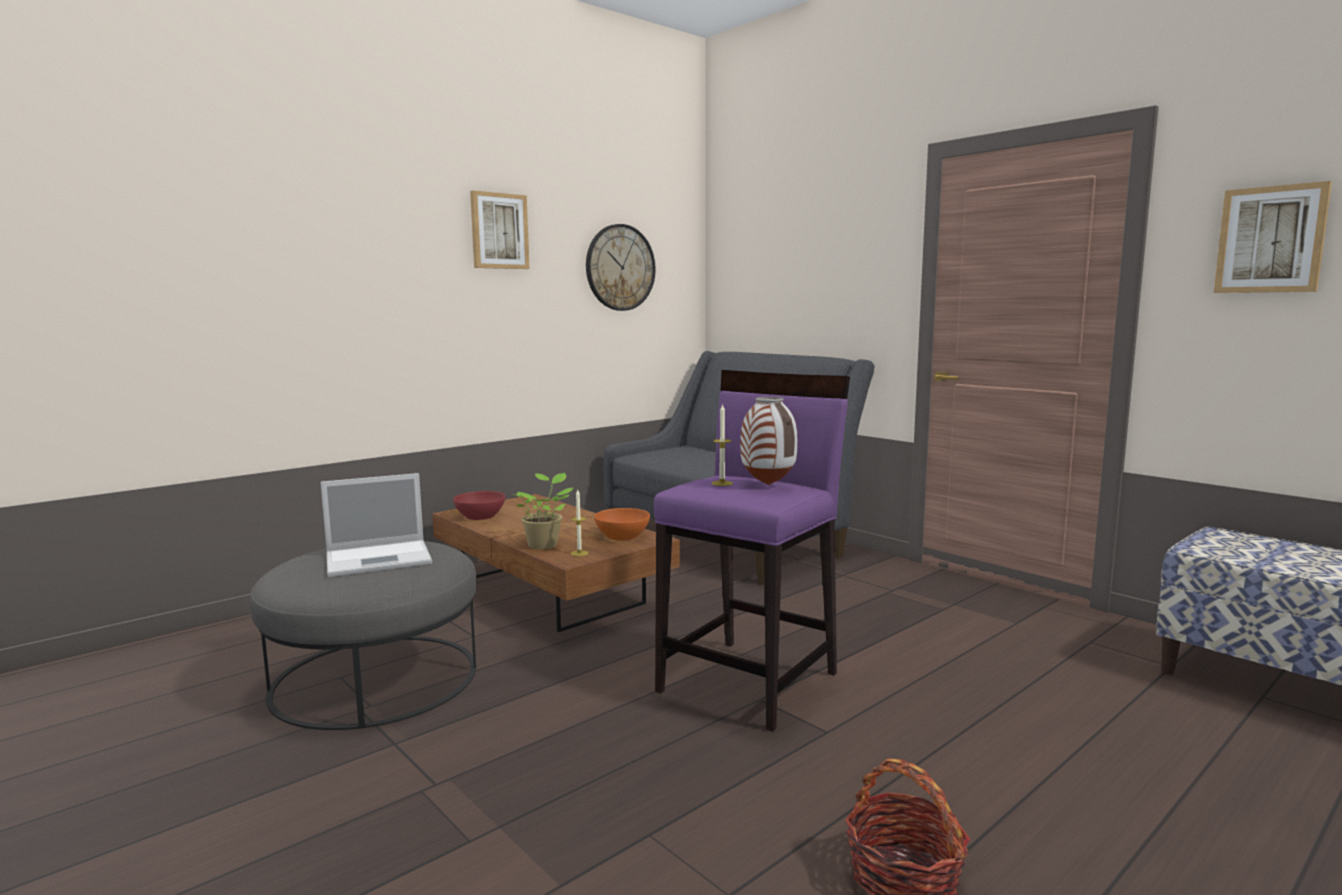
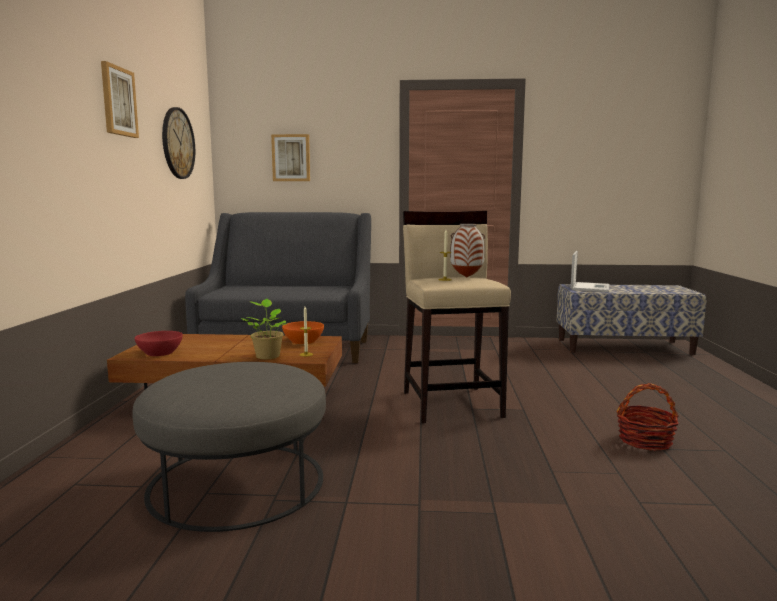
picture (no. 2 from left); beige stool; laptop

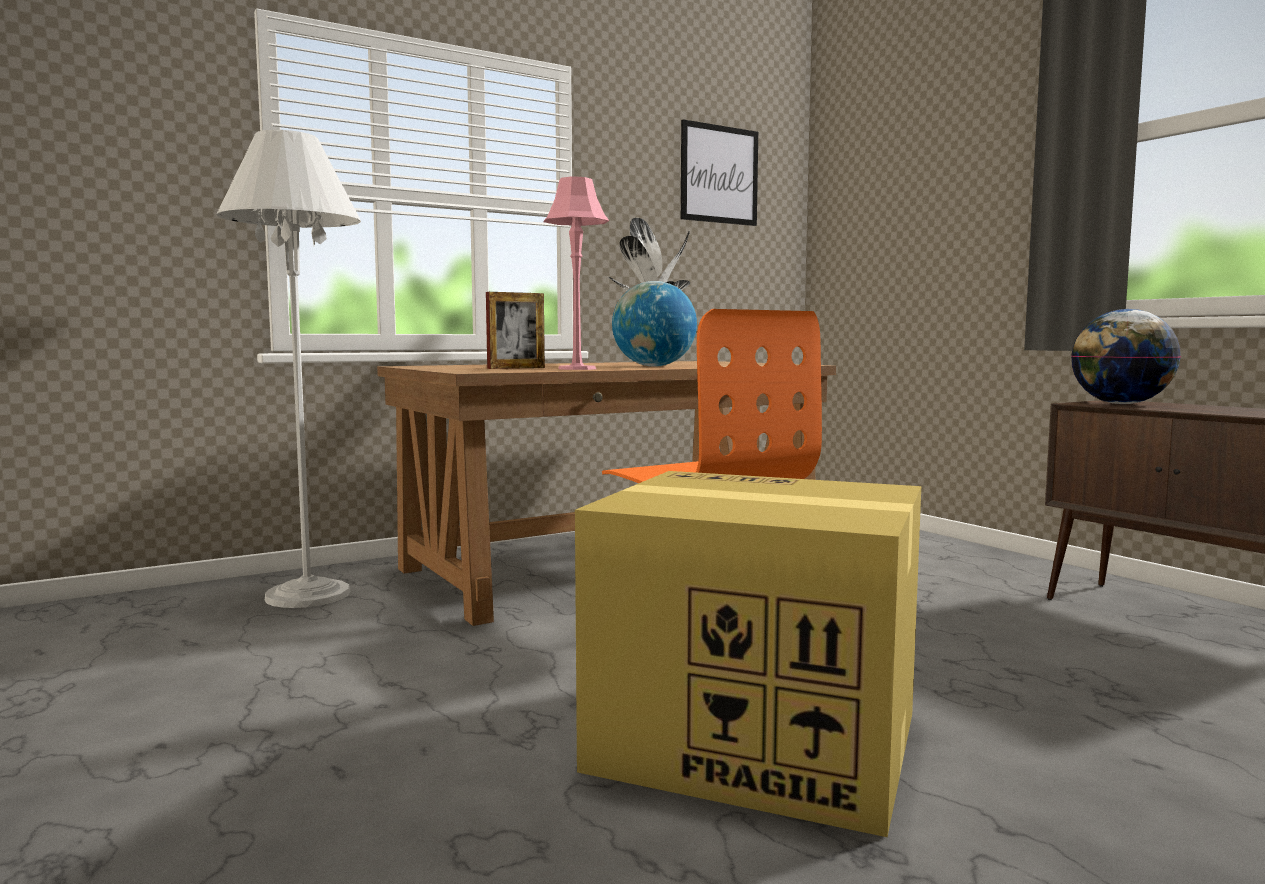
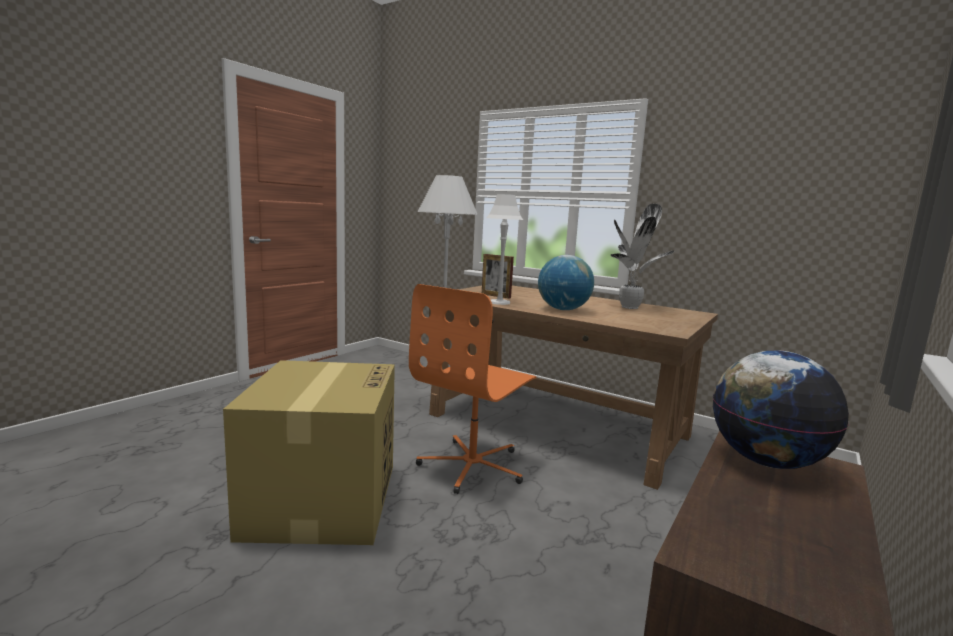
picture; white table lamp

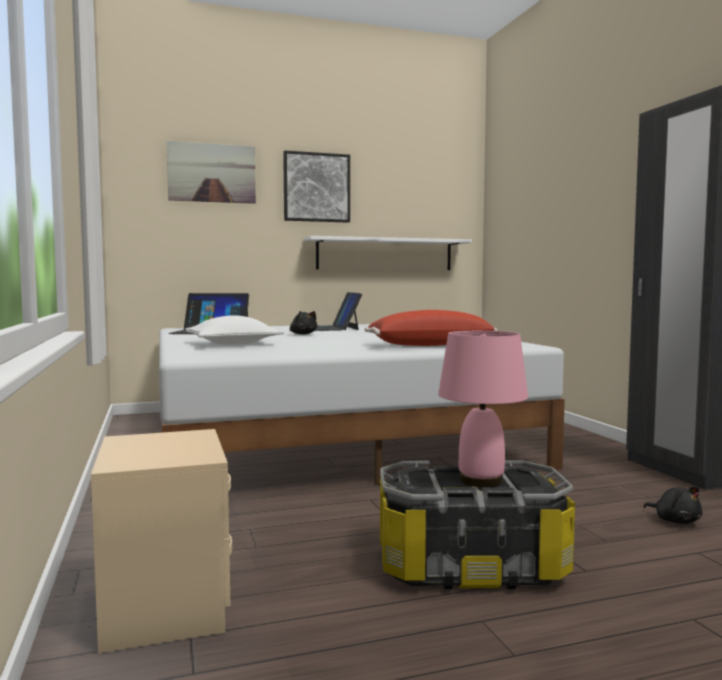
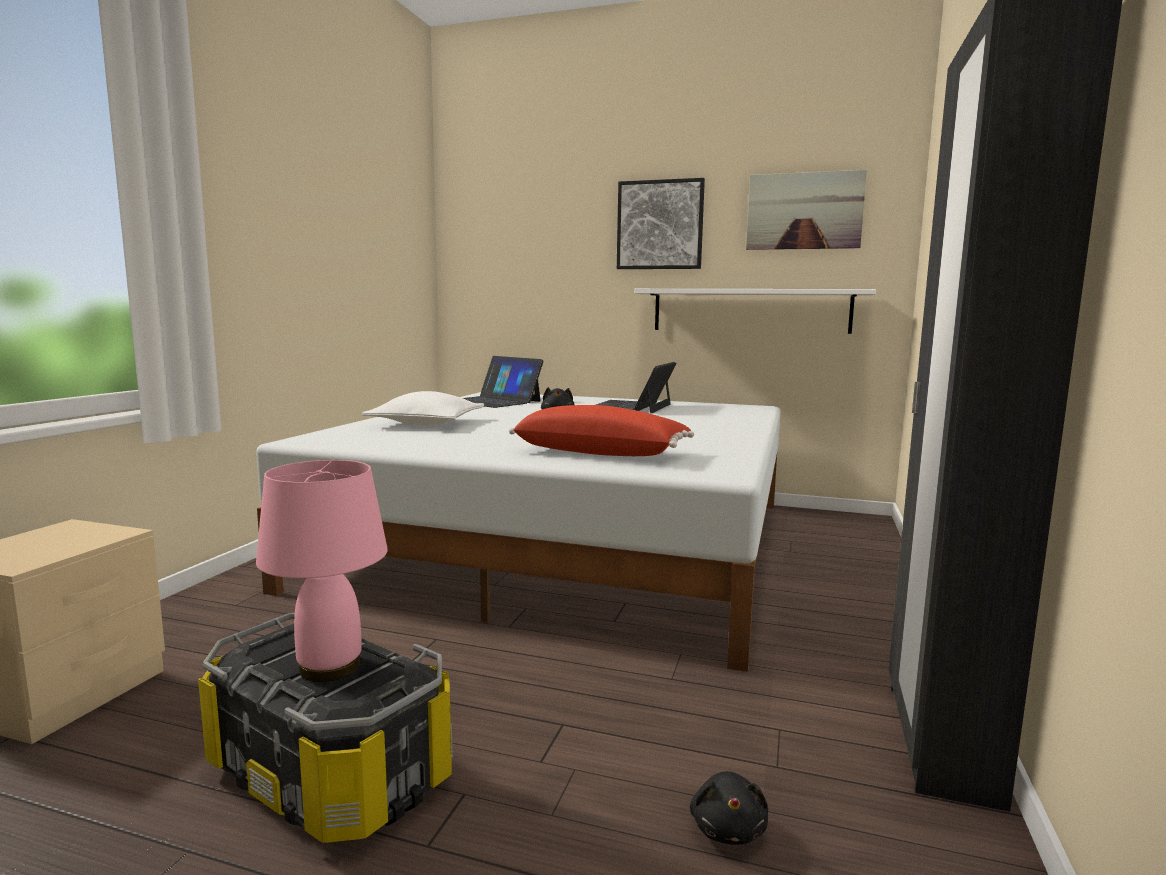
picture (no. 2 from left)

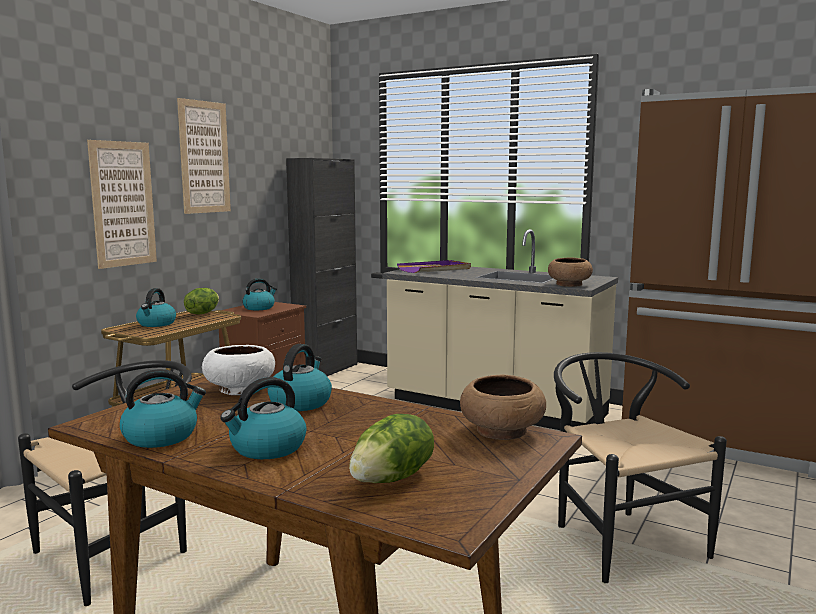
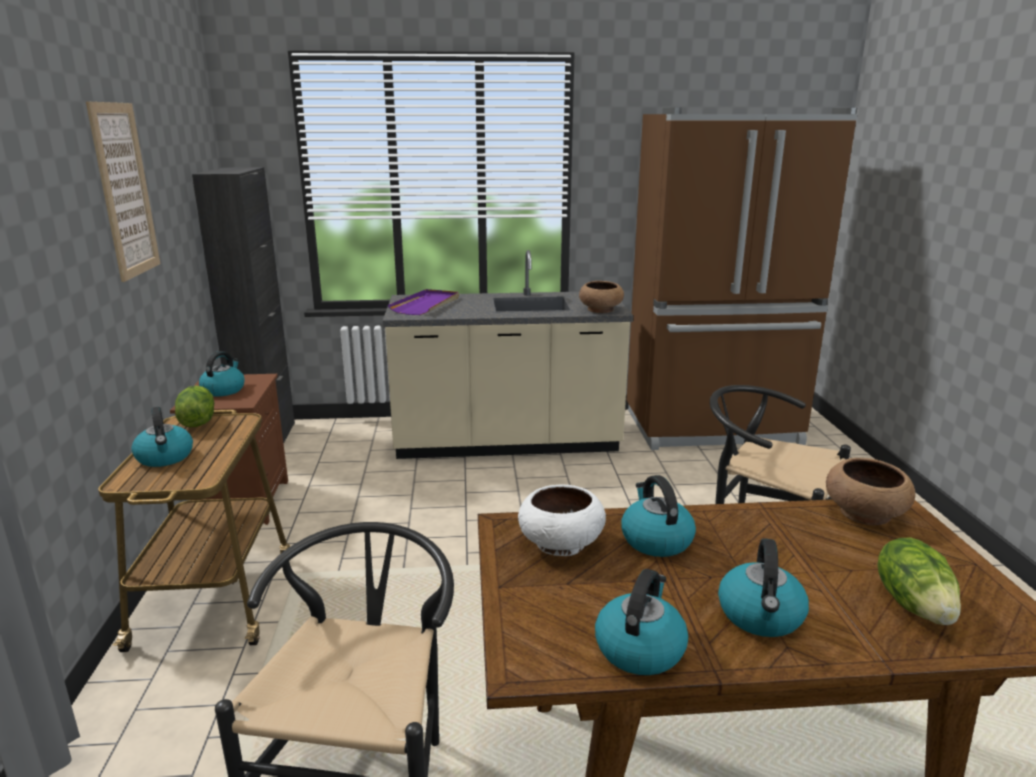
picture (no. 1 from left in the first image)

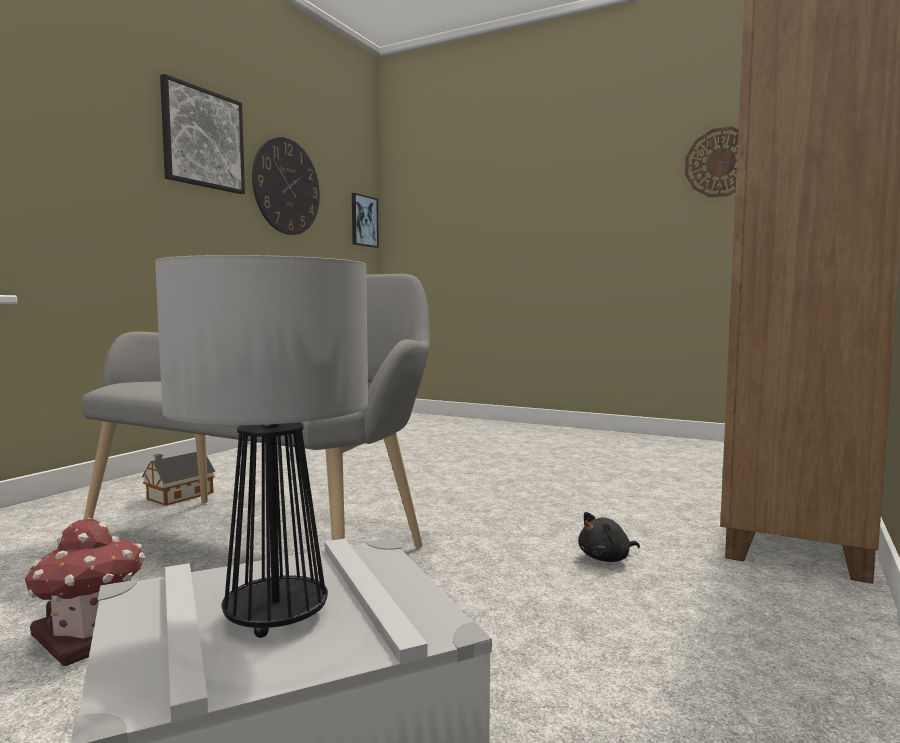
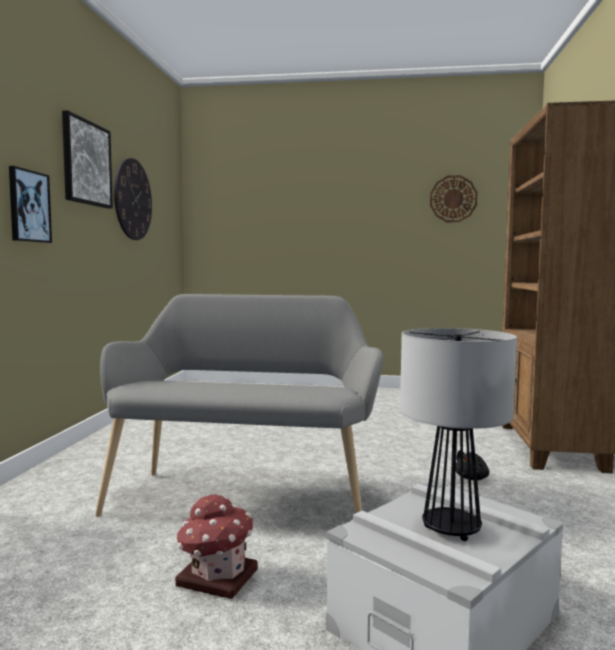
picture (no. 1 from left); toy house (no. 2 from left in the first image)

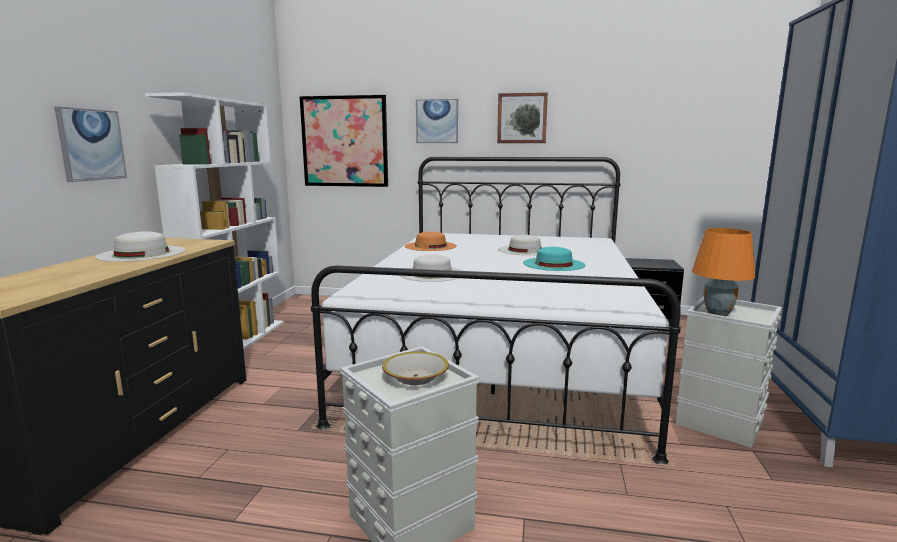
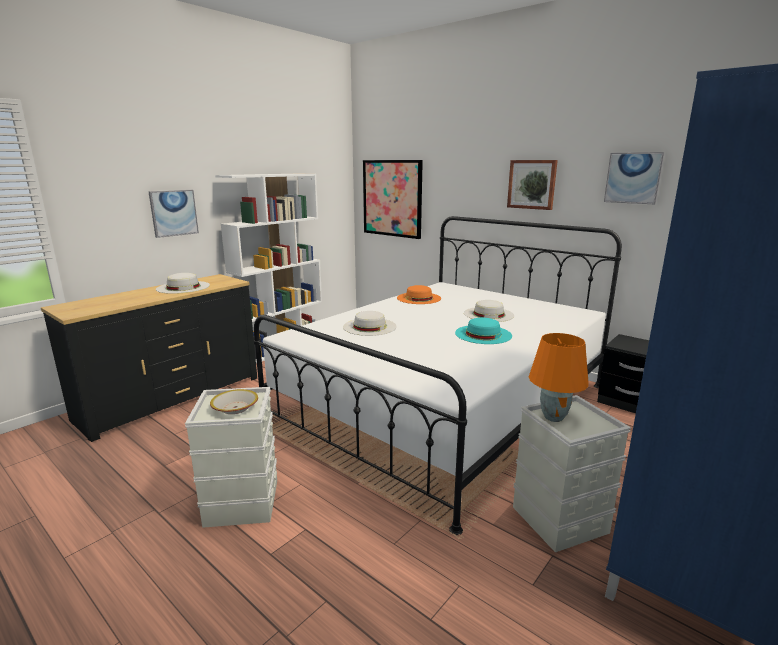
picture (no. 4 from left)

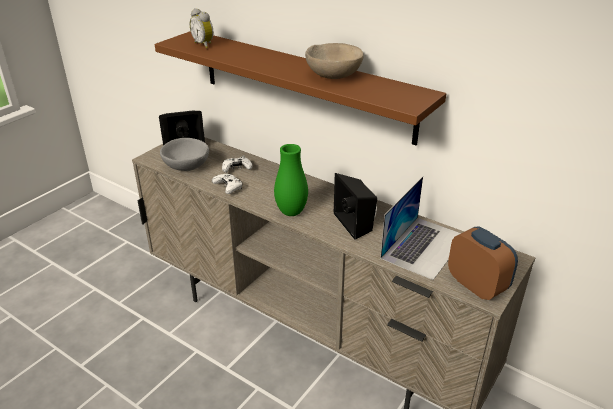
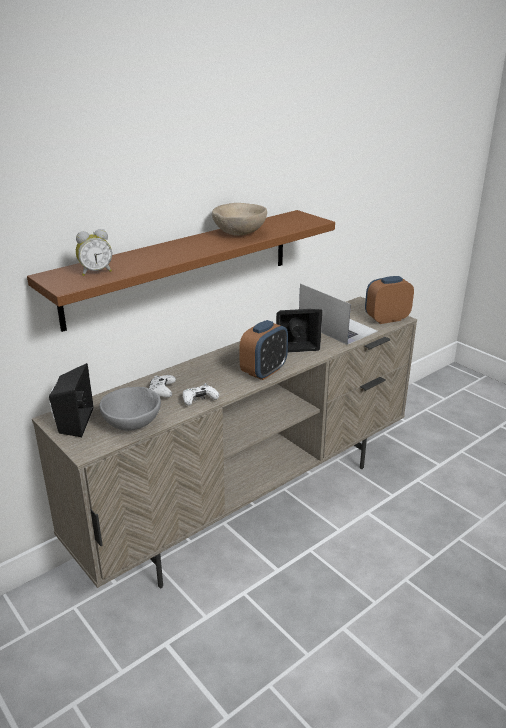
alarm clock (no. 2 from left)

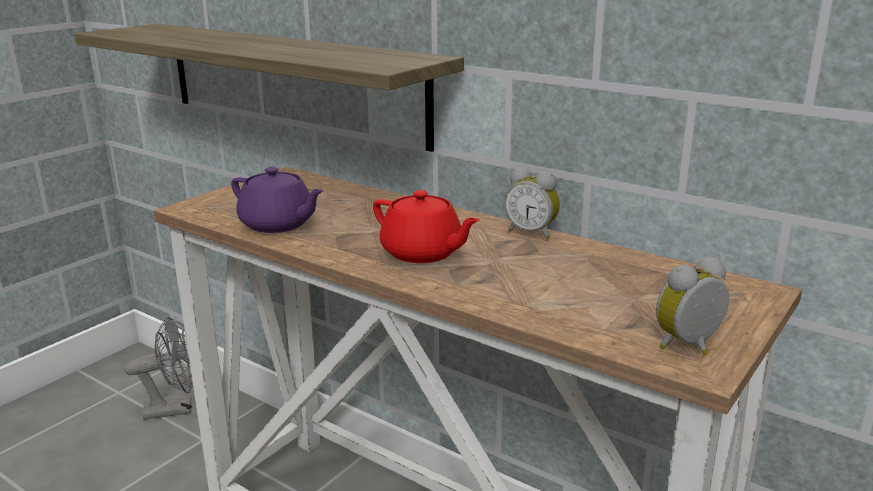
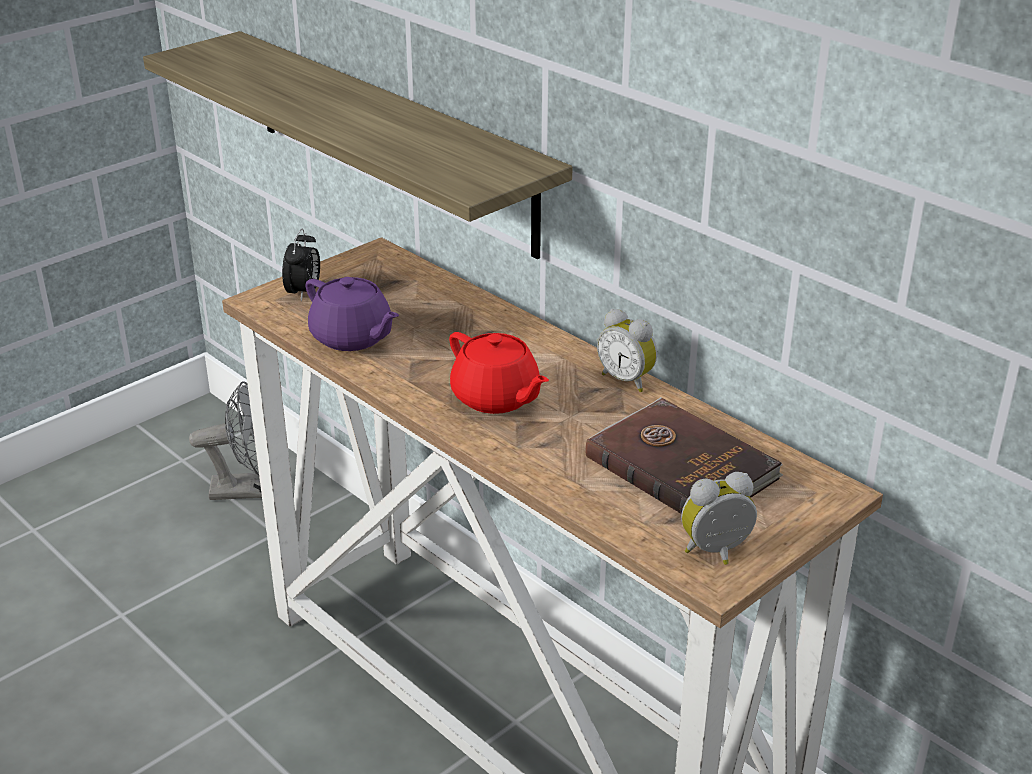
alarm clock (no. 1 from left); brown book

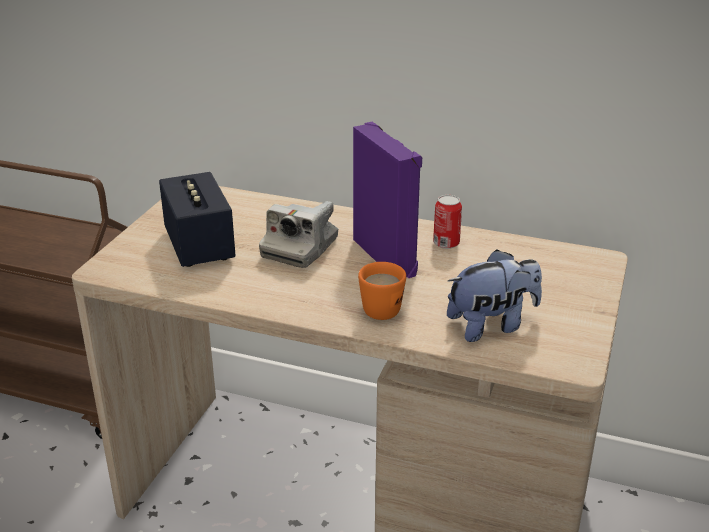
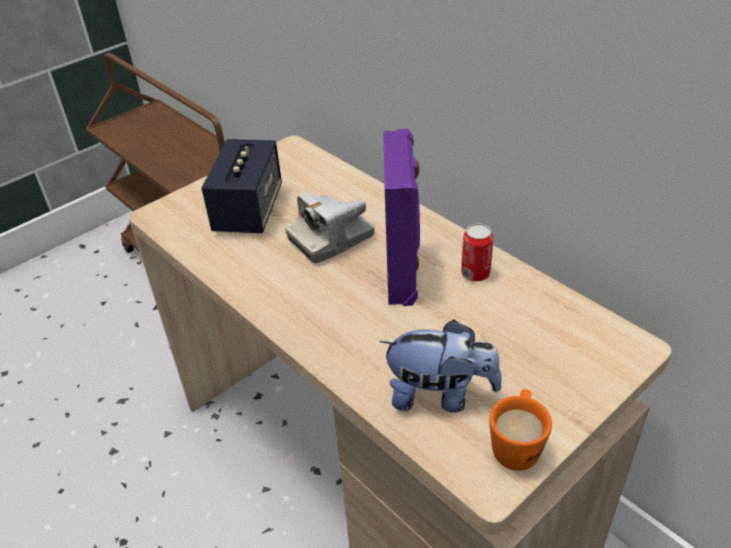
orange mug

